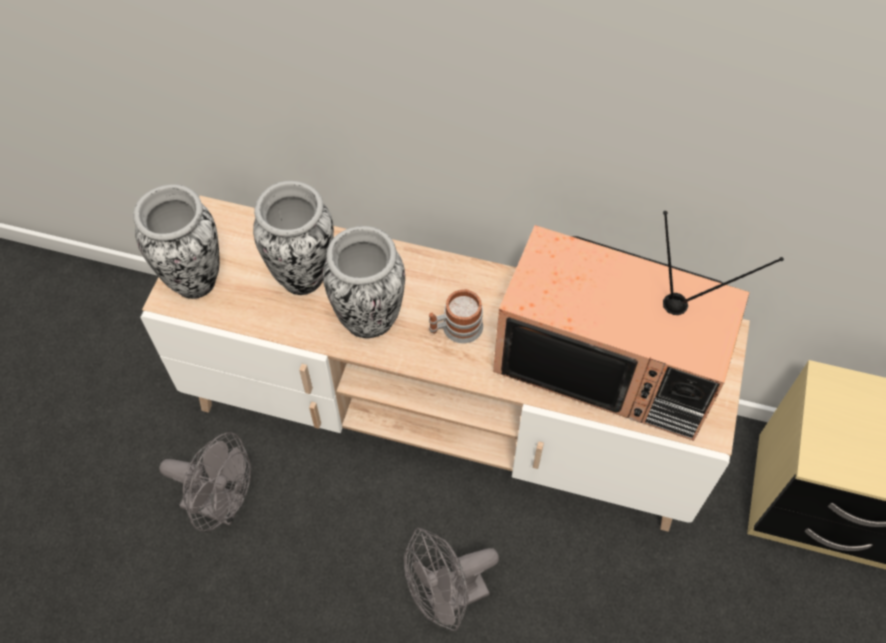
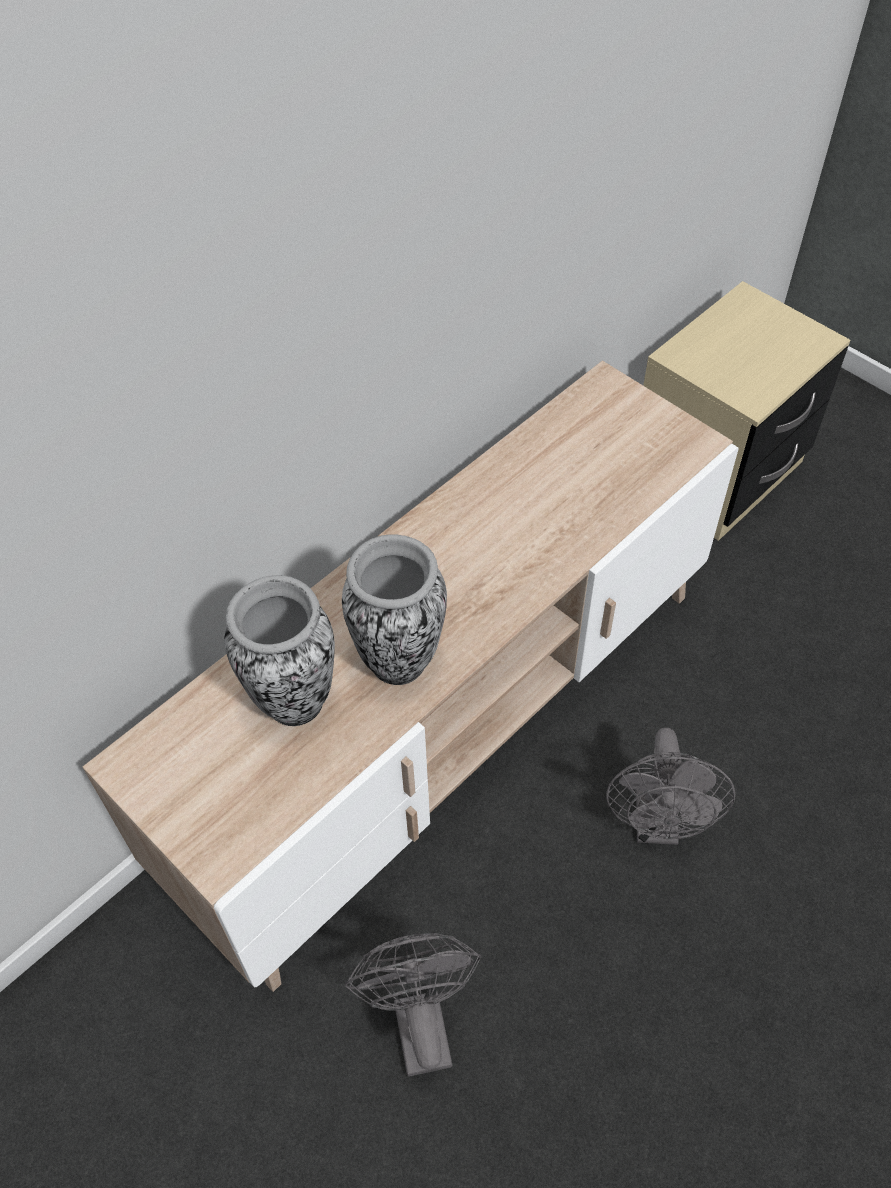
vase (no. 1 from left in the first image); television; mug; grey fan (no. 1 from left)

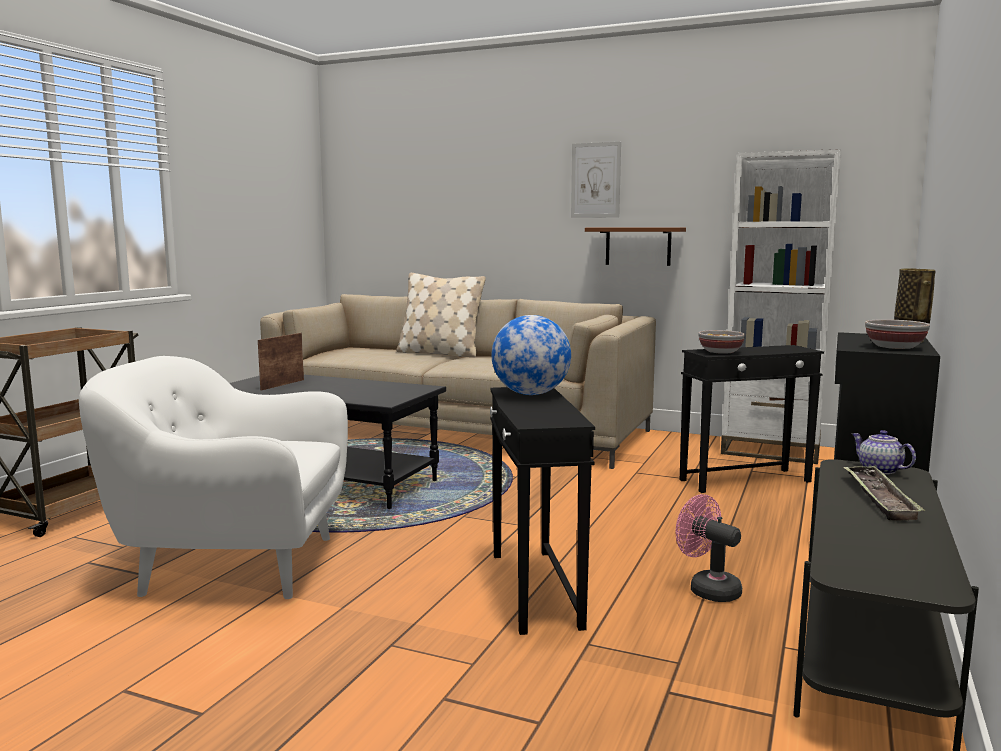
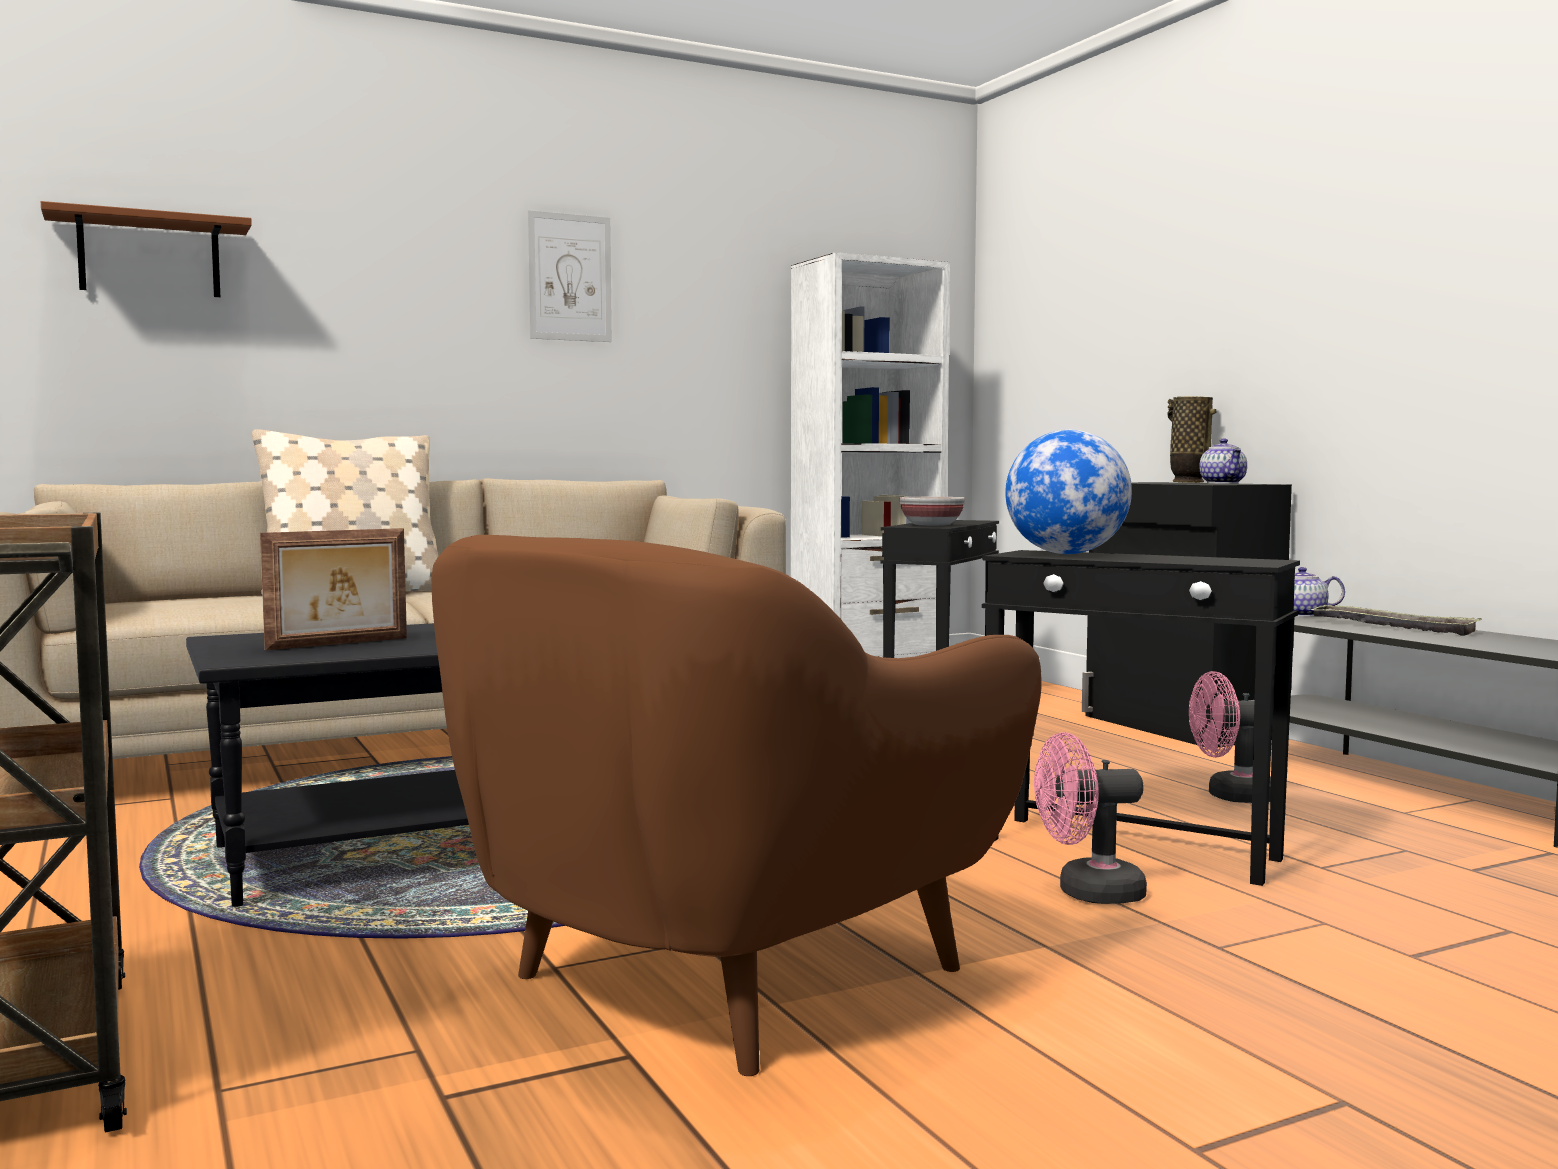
brown shelf; teapot (no. 1 from left); picture frame; brown armchair; pink fan (no. 1 from left)

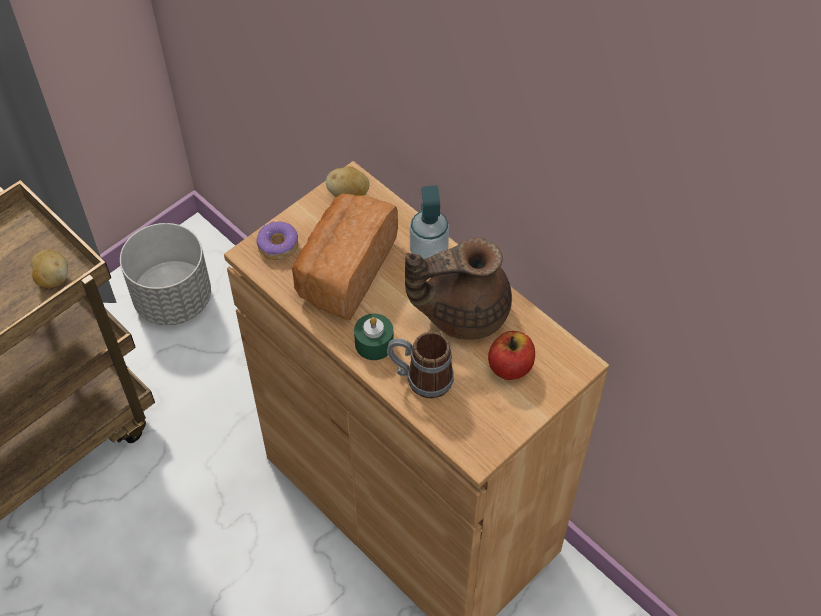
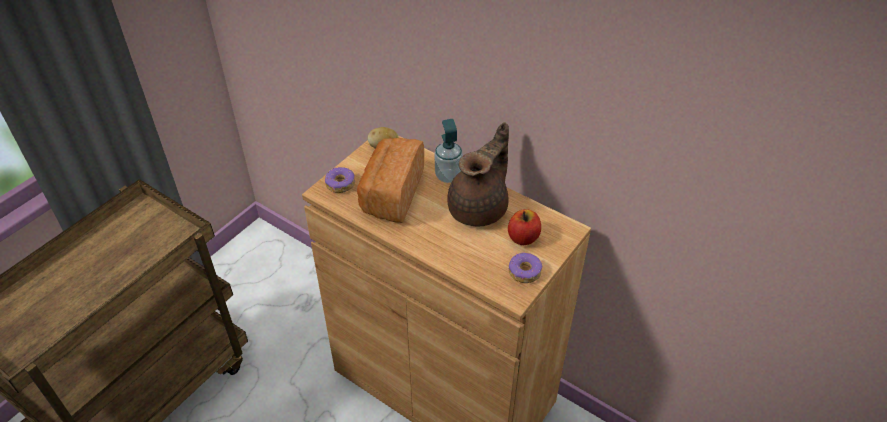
grey planter; brown teapot; potato (no. 1 from left in the first image); green candle; mug; donut (no. 2 from left)

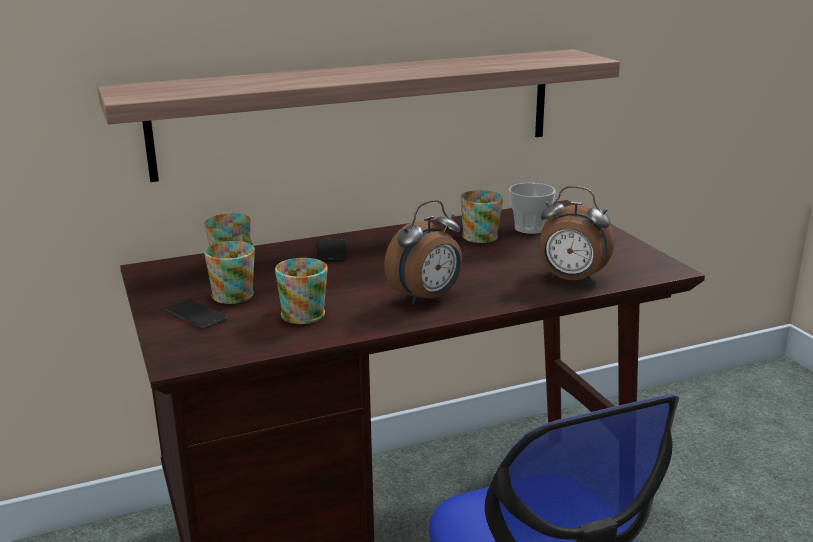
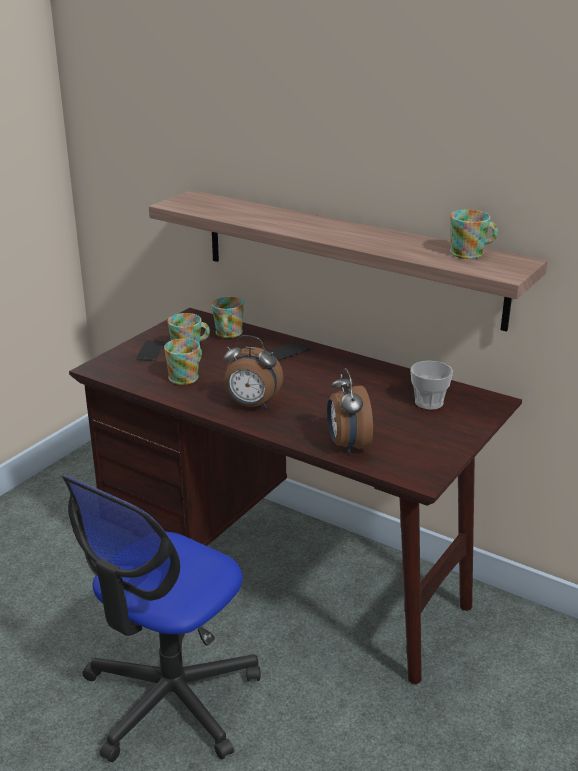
mug (no. 4 from left)

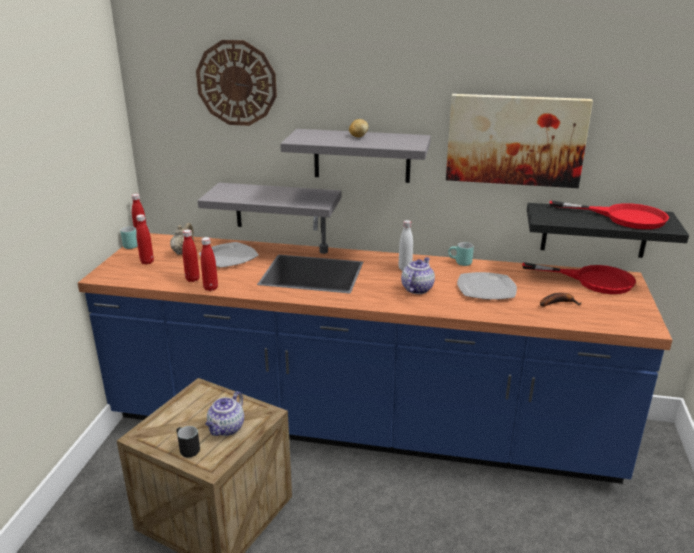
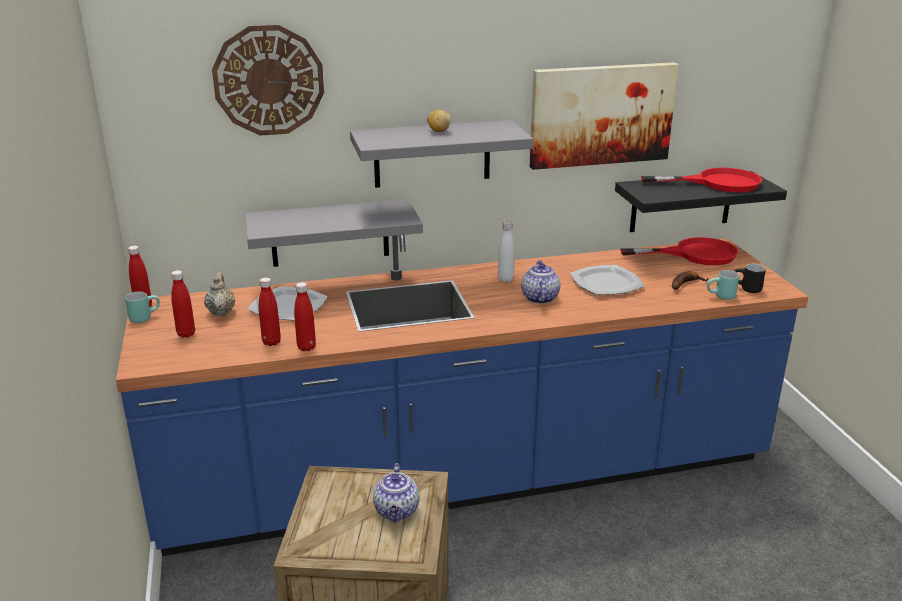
turquoise mug (no. 2 from left); black mug

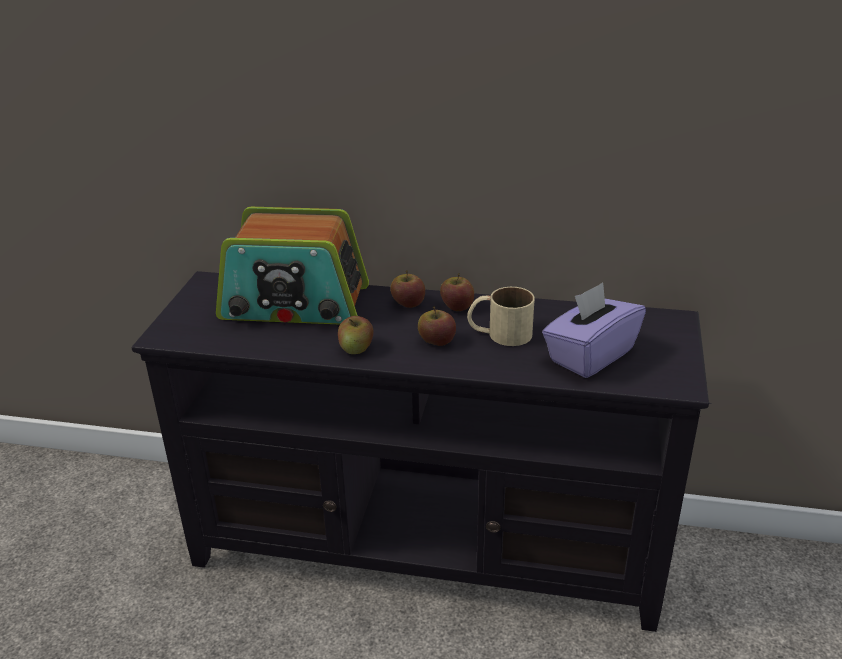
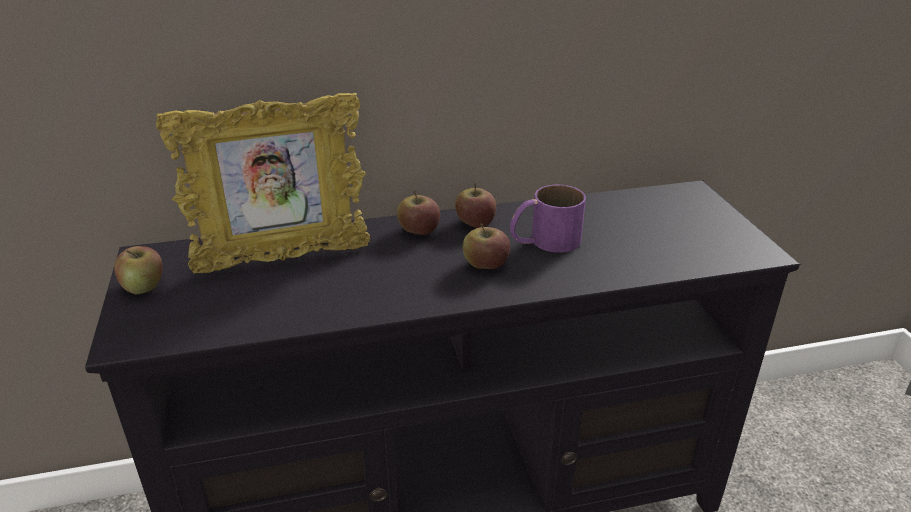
picture frame; purple tissue box; purple mug; apple (no. 1 from left)

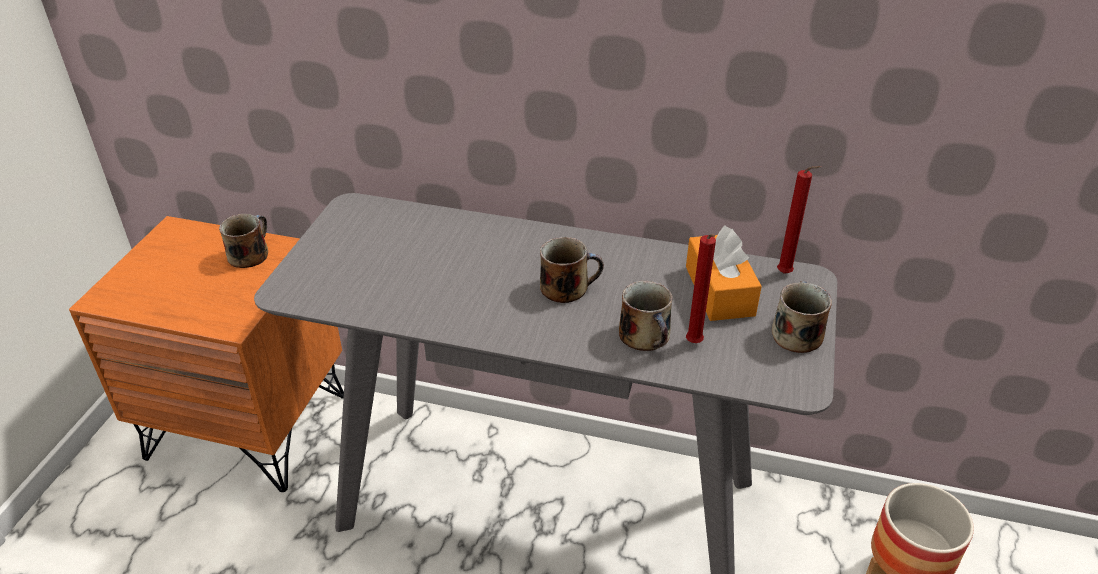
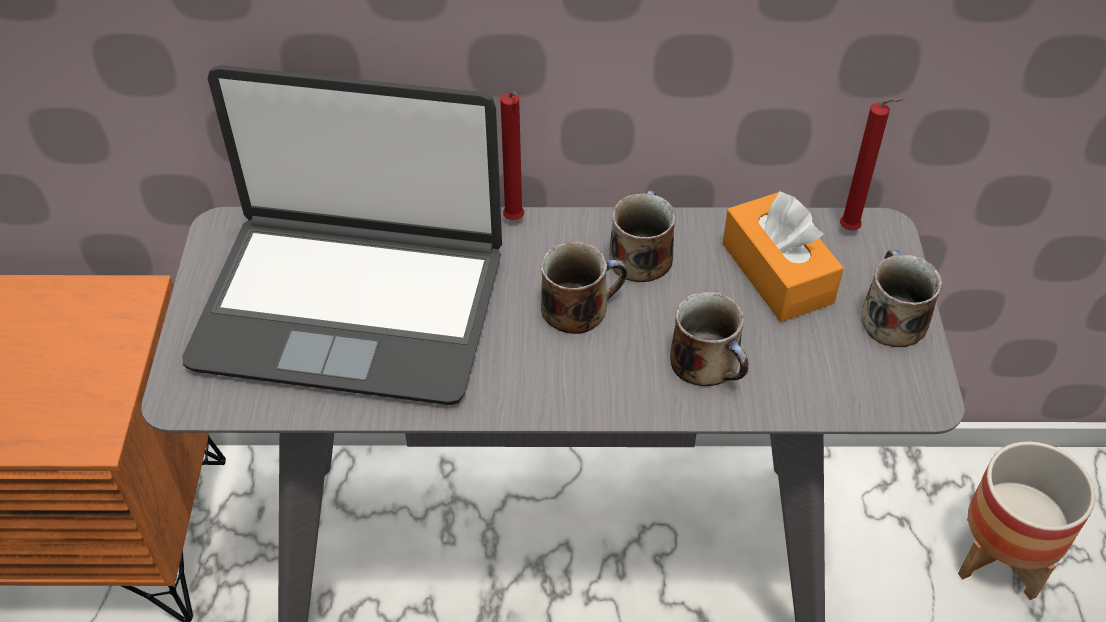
mug (no. 2 from left); red candle (no. 1 from left); laptop

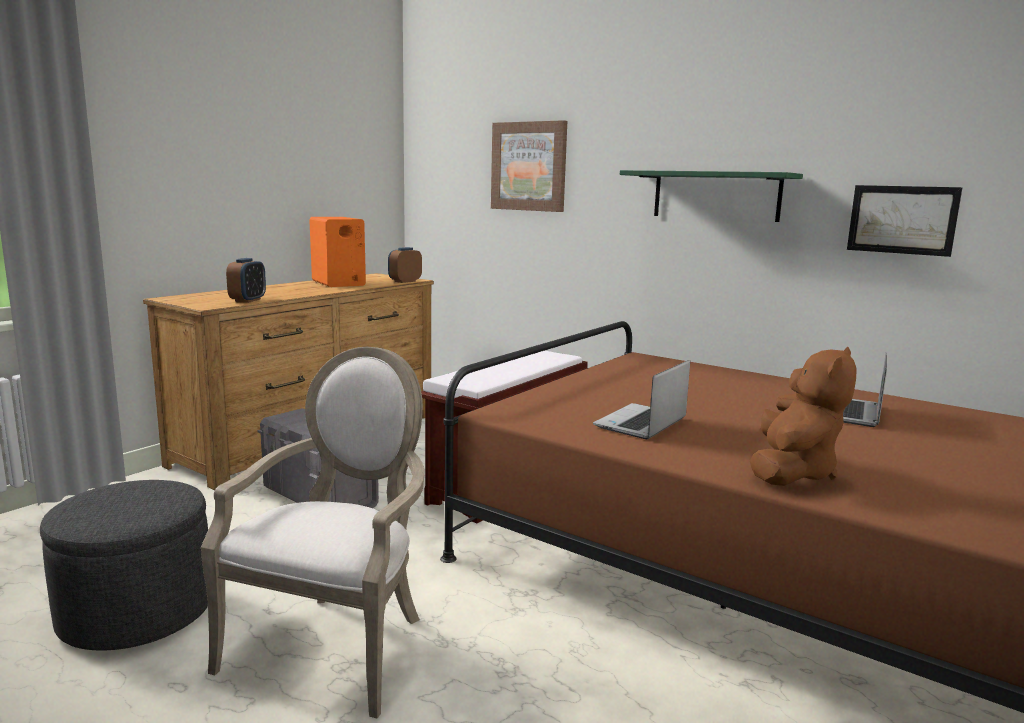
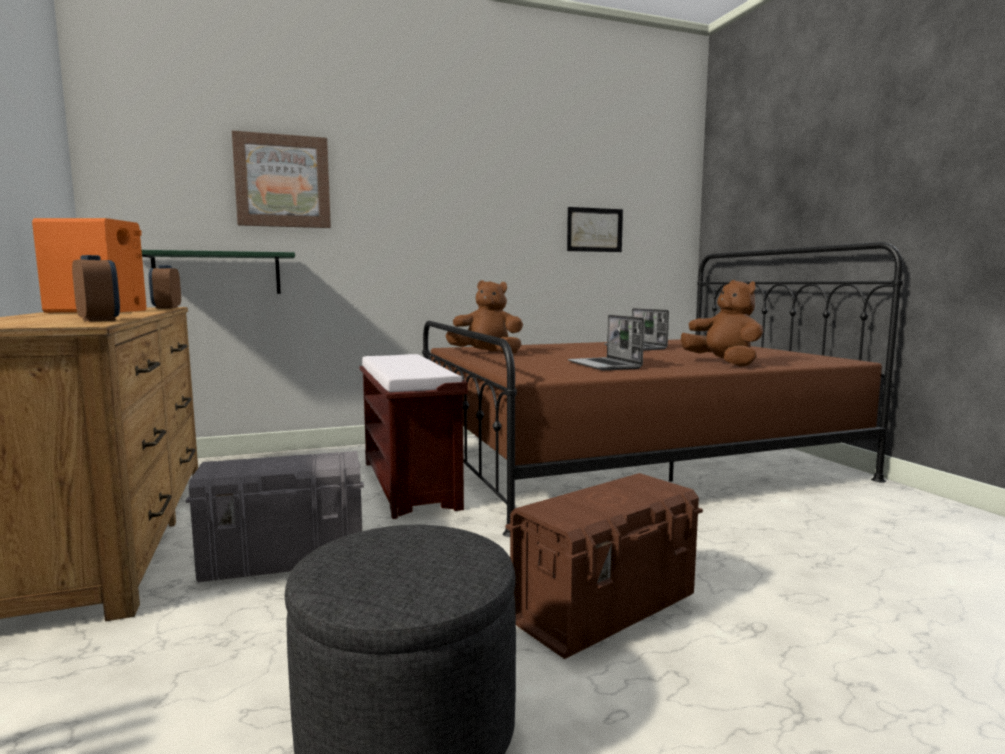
green shelf; brown storage box; brown plush toy (no. 1 from left)

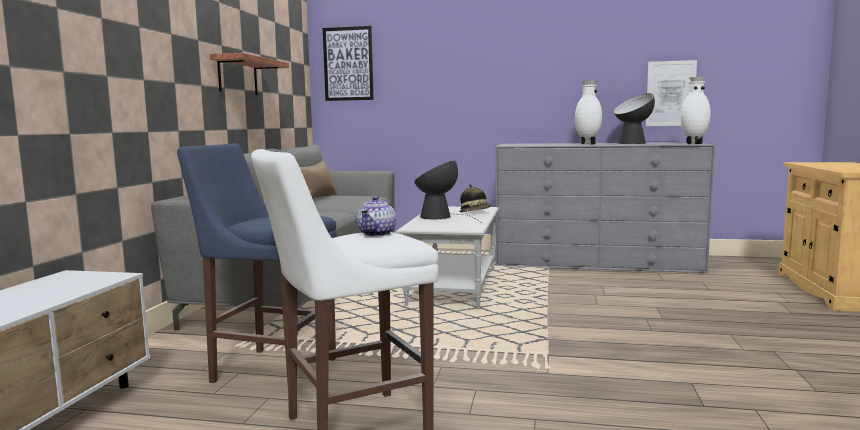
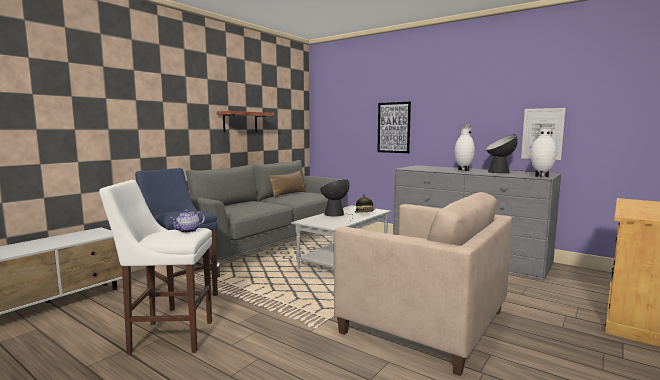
picture (no. 1 from left); beige armchair

